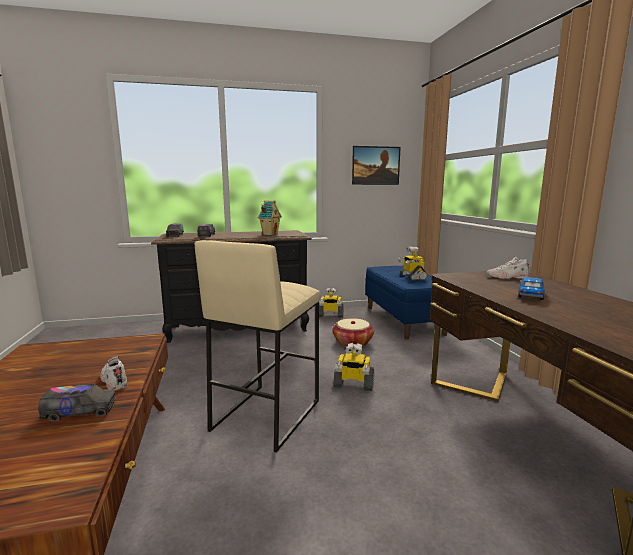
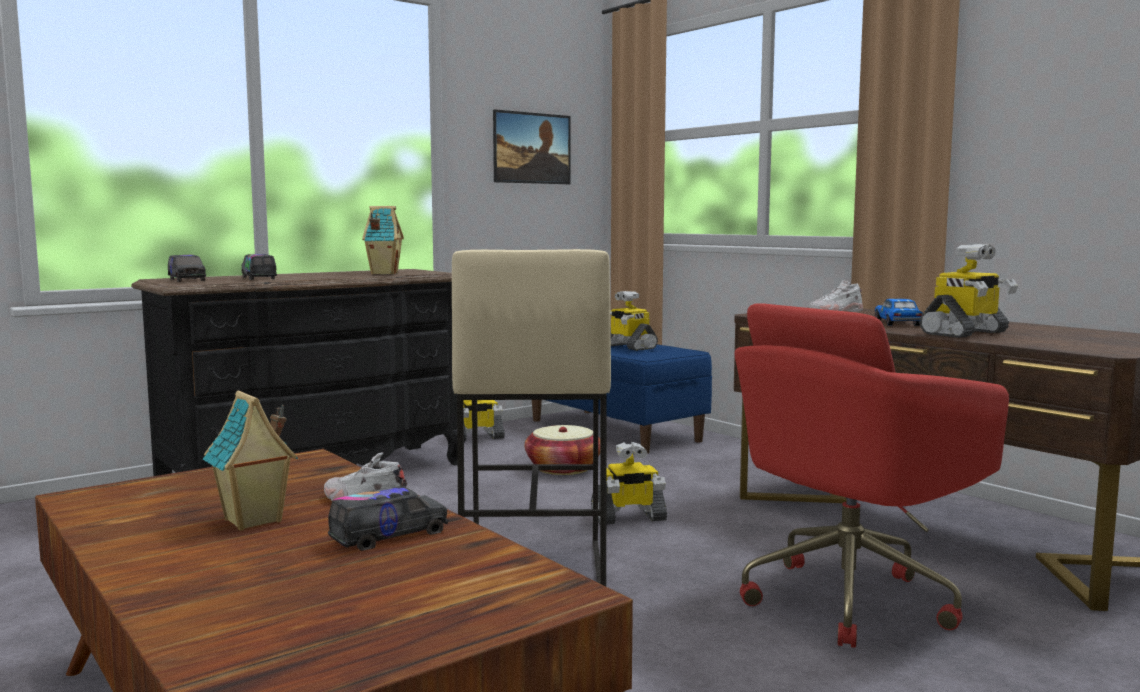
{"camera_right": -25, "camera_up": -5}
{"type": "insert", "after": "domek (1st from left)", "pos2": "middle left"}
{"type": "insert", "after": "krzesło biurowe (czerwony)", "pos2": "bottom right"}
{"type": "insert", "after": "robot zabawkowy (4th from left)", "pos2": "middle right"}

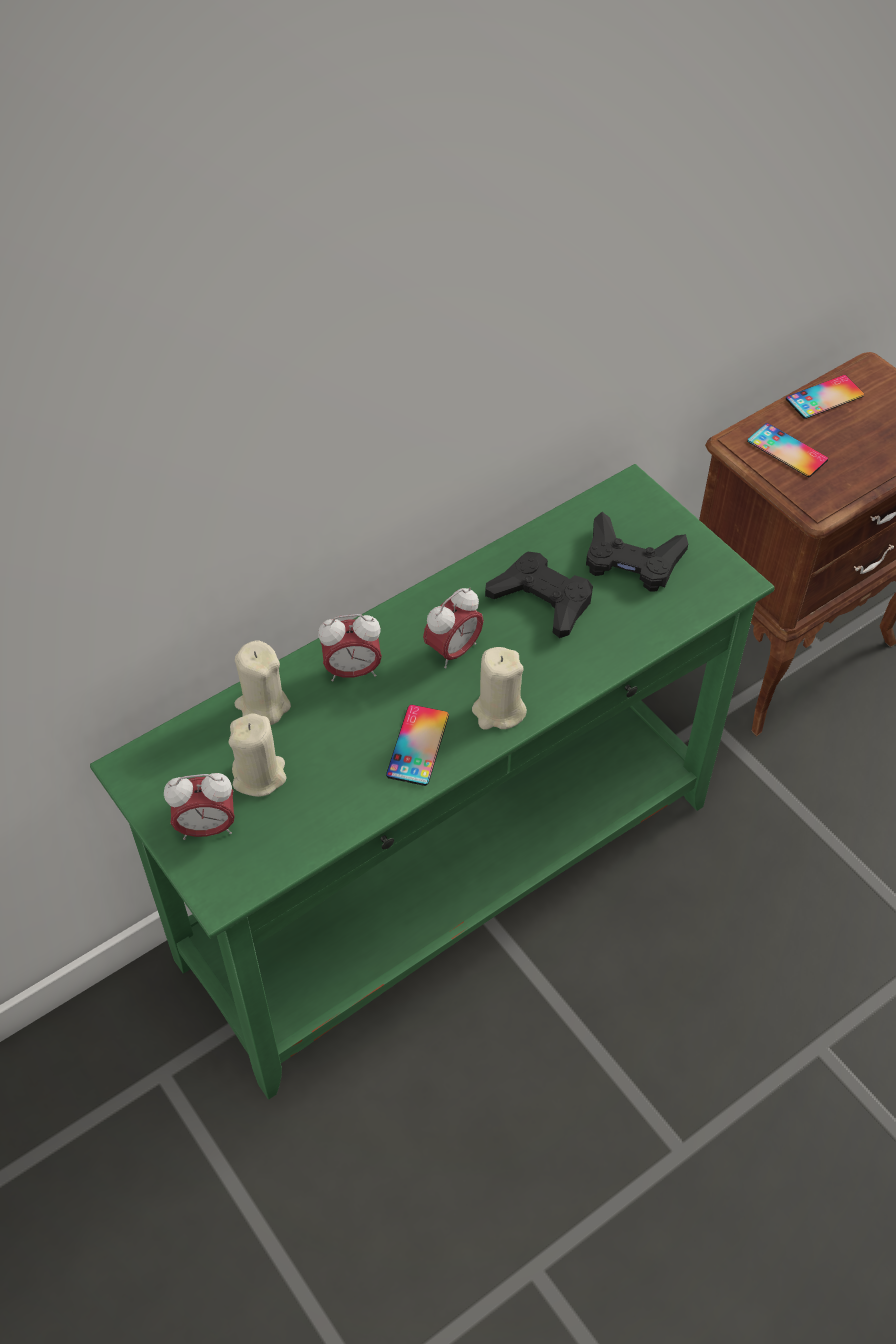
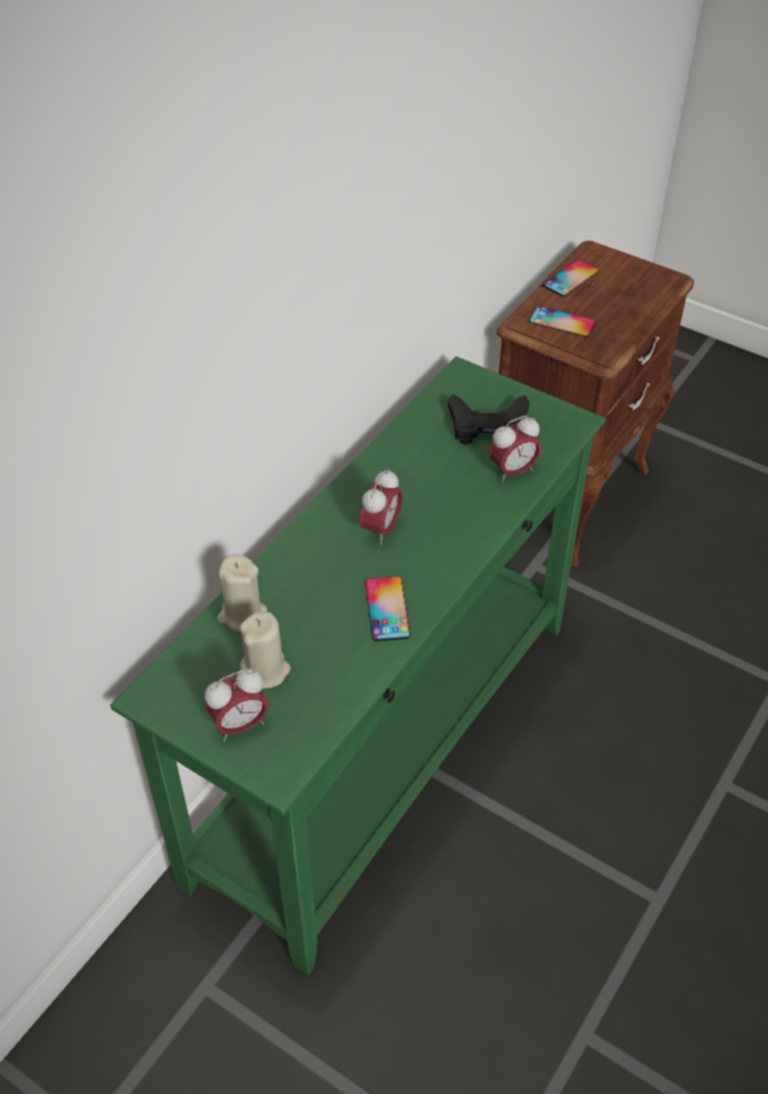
{"camera_right": -20, "camera_up": -5}
{"type": "delete", "before": "świeca (beżowy) (3rd from left)", "pos1": "centre"}
{"type": "delete", "before": "pad do gier (czarny) (1st from left)", "pos1": "centre"}
{"type": "move", "before": "budzik (2nd from left in the first image)", "after": "budzik (3rd from left)", "pos1": "centre", "pos2": "middle right"}

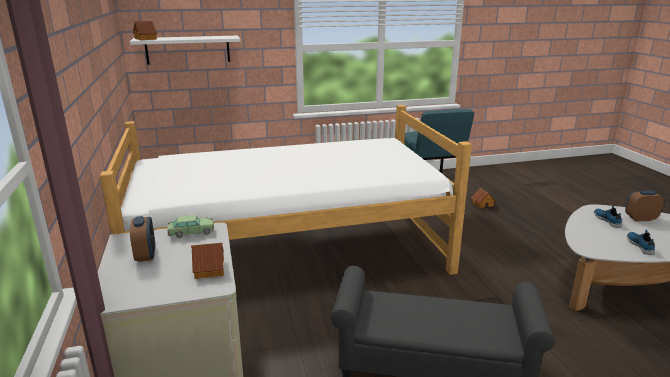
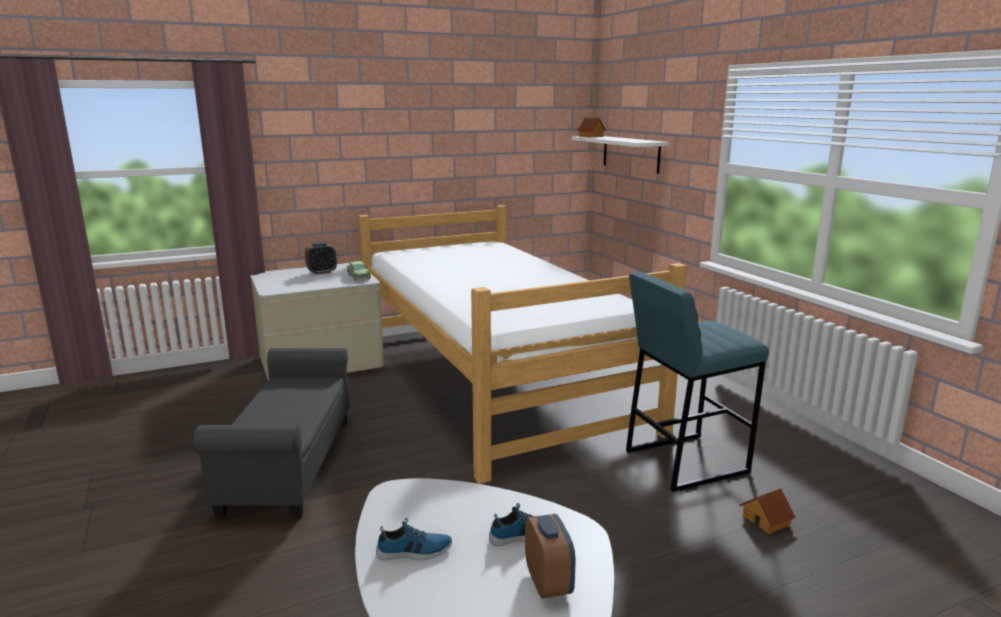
{"camera_right": 80, "camera_up": -5}
{"type": "delete", "before": "domek (2nd from left)", "pos1": "bottom left"}

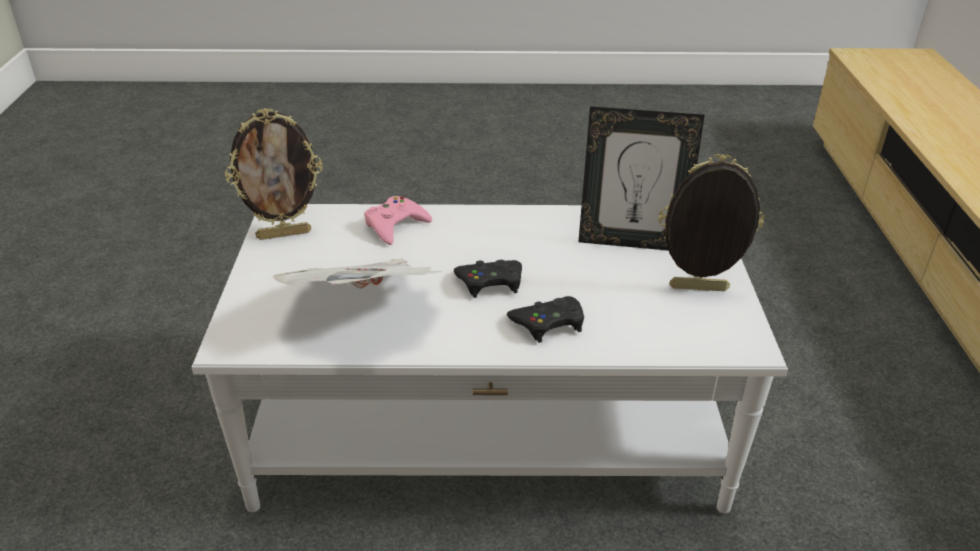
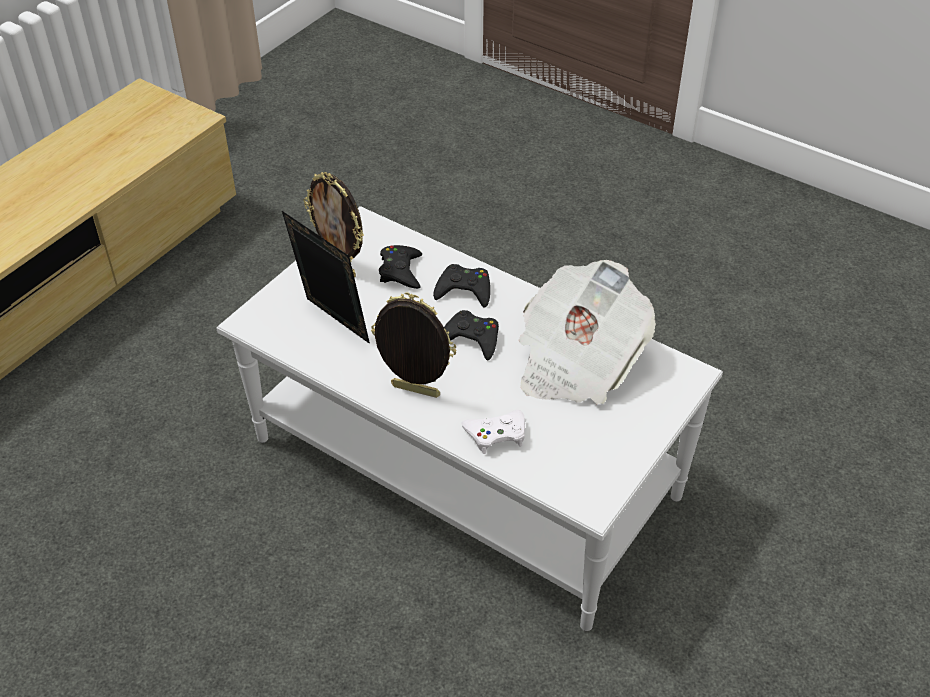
{"camera_right": -145, "camera_up": 10}
{"type": "insert", "after": "pad do gier (czarny) (1st from left)", "pos2": "centre"}
{"type": "move", "before": "ramka na zdjęcie (1st from left in the first image)", "after": "ramka na zdjęcie (3rd from left)", "pos1": "top left", "pos2": "centre"}
{"type": "recolor", "before": "pad do gier (różowy)", "after": "pad do gier (biały)", "pos1": "centre", "pos2": "centre"}

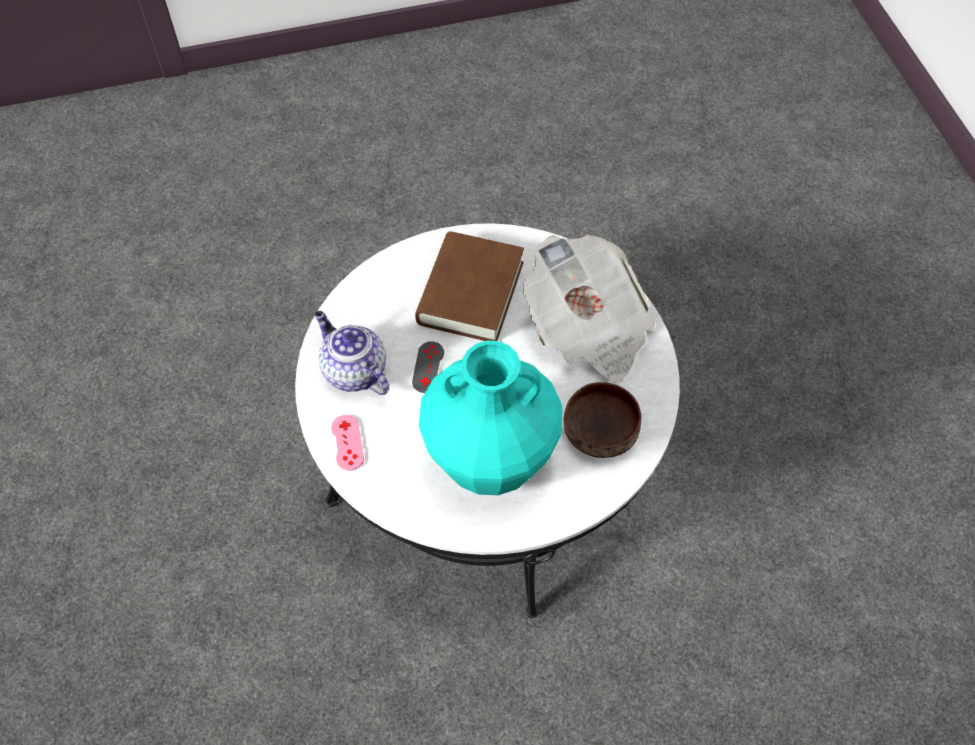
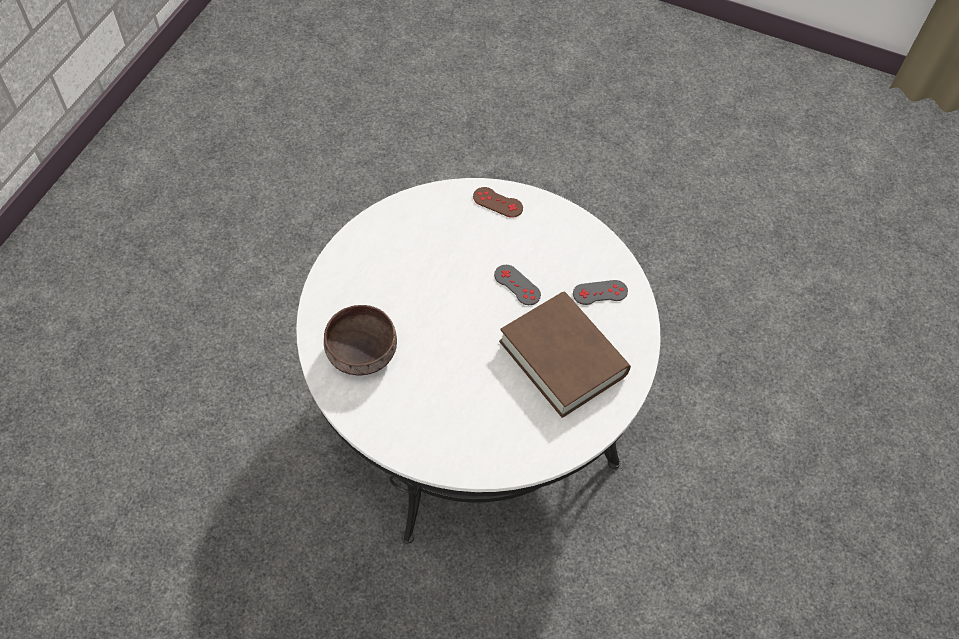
{"camera_right": 125, "camera_up": 0}
{"type": "delete", "before": "imbryk", "pos1": "centre"}
{"type": "delete", "before": "wazon (turkusowy)", "pos1": "centre"}
{"type": "delete", "before": "gazeta", "pos1": "centre"}
{"type": "insert", "after": "pad do gier (szary) (2nd from left)", "pos2": "centre"}
{"type": "recolor", "before": "pad do gier (różowy)", "after": "pad do gier (brązowy)", "pos1": "centre", "pos2": "top centre"}

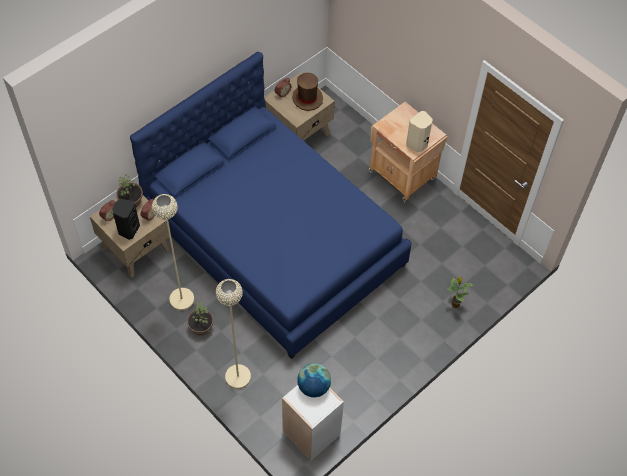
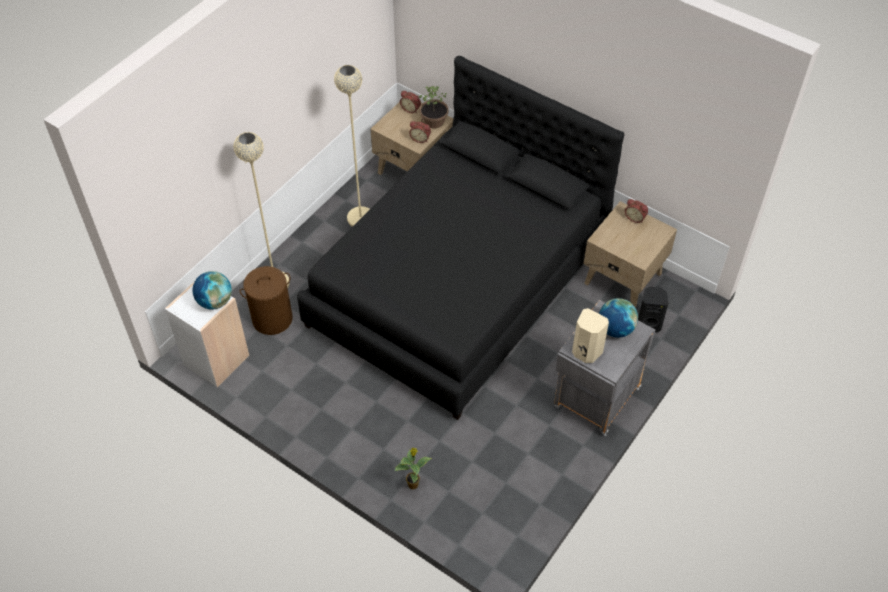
{"camera_right": 80, "camera_up": -5}
{"type": "delete", "before": "roślina doniczkowa (2nd from left)", "pos1": "bottom left"}
{"type": "delete", "before": "kapelusz (brązowy)", "pos1": "top centre"}
{"type": "insert", "after": "kosz na pranie (brązowy)", "pos2": "middle left"}
{"type": "insert", "after": "globus (2nd from left)", "pos2": "middle right"}
{"type": "move", "before": "głośnik (czarny)", "pos1": "middle left", "pos2": "middle right"}
{"type": "recolor", "before": "łóżko (niebieski)", "after": "łóżko (czarny)", "pos1": "centre", "pos2": "centre"}
{"type": "recolor", "before": "wózek (brązowy)", "after": "wózek (szary)", "pos1": "top centre", "pos2": "middle right"}

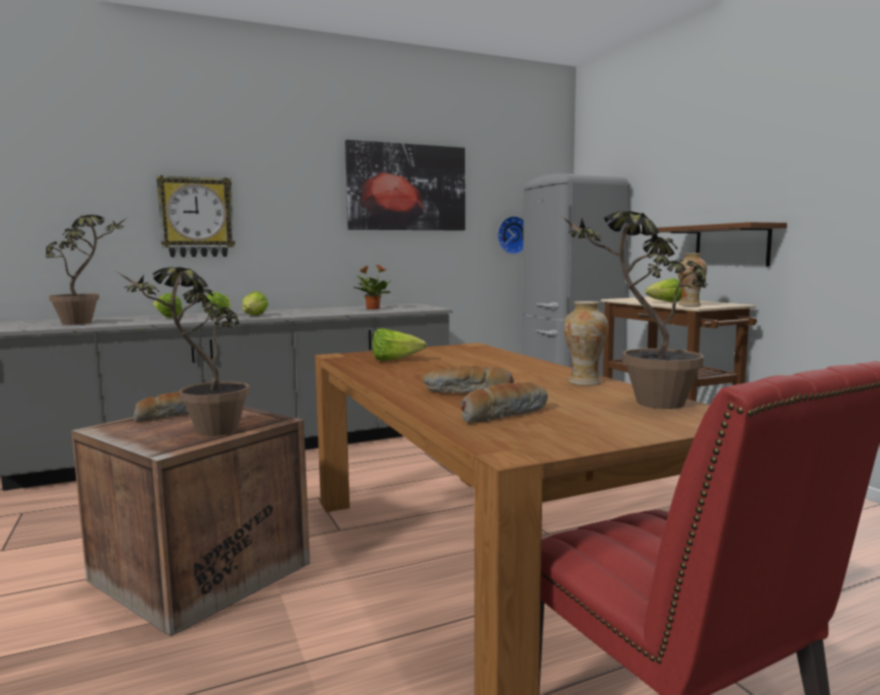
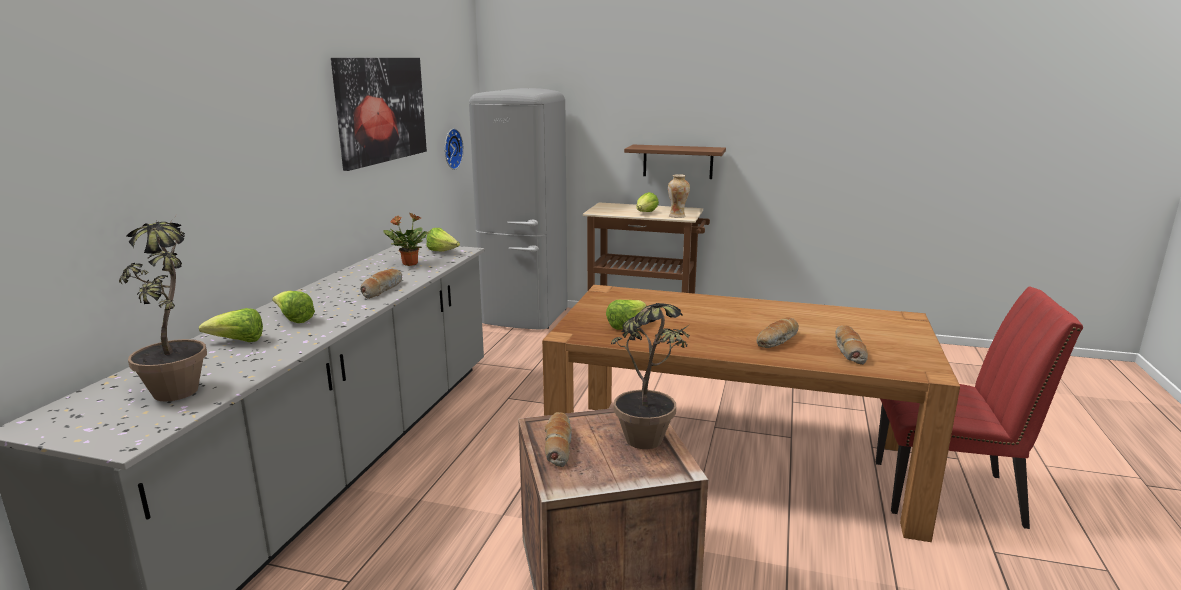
{"camera_right": -50, "camera_up": 10}
{"type": "delete", "before": "zegar ścienny (1st from left)", "pos1": "top left"}
{"type": "delete", "before": "roślina doniczkowa (4th from left)", "pos1": "middle right"}
{"type": "delete", "before": "wazon (1st from left)", "pos1": "centre"}
{"type": "insert", "after": "chleb (1st from left)", "pos2": "middle left"}
{"type": "move", "before": "sałata (3rd from left)", "pos1": "middle left", "pos2": "centre"}

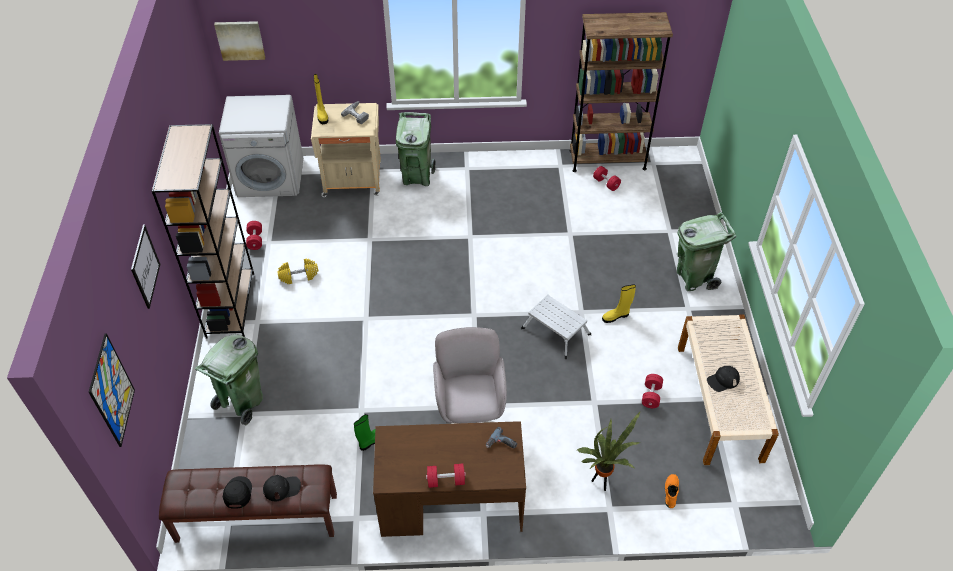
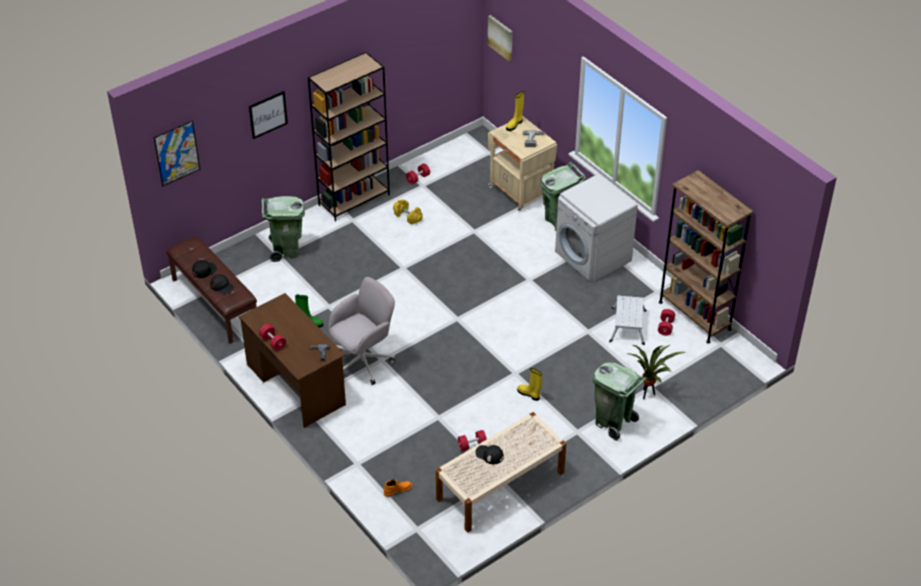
{"camera_right": 55, "camera_up": -5}
{"type": "move", "before": "pralka (biały)", "pos1": "top left", "pos2": "centre"}
{"type": "move", "before": "drabinka (biały)", "pos1": "centre", "pos2": "middle right"}
{"type": "move", "before": "roślina doniczkowa", "pos1": "bottom centre", "pos2": "middle right"}

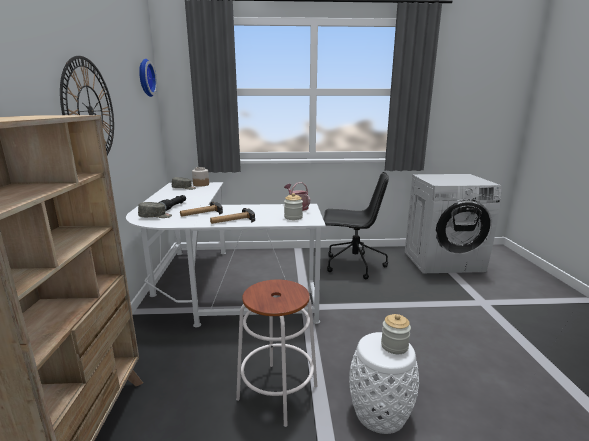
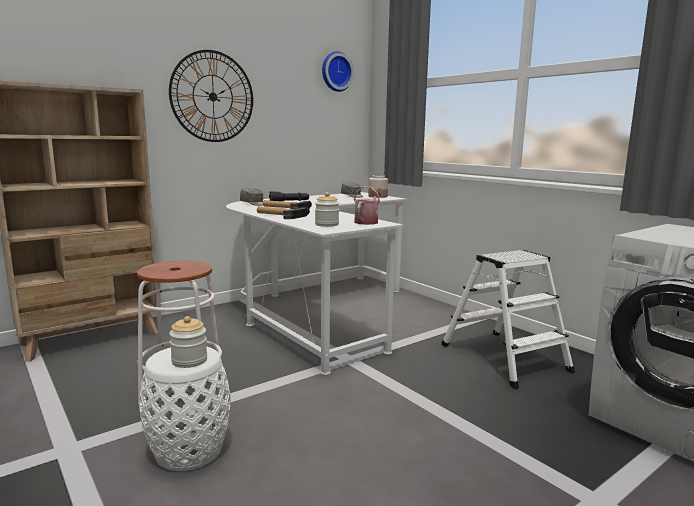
{"camera_right": 55, "camera_up": -5}
{"type": "replace", "before": "krzesło biurowe (czarny)", "after": "drabinka (biały)", "pos1": "centre", "pos2": "middle right"}

